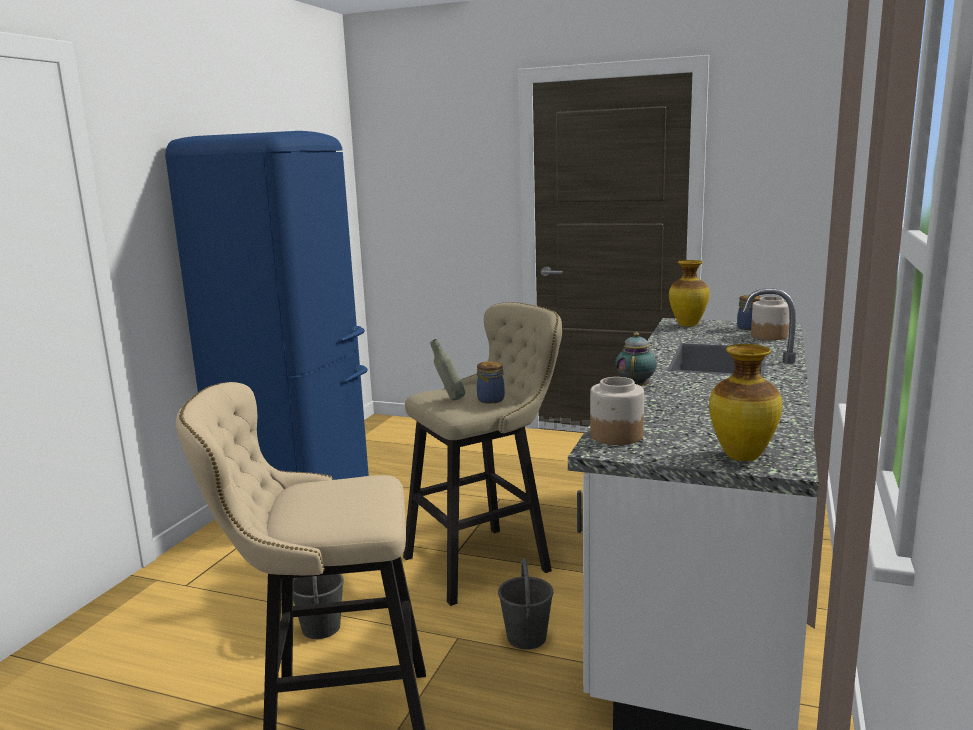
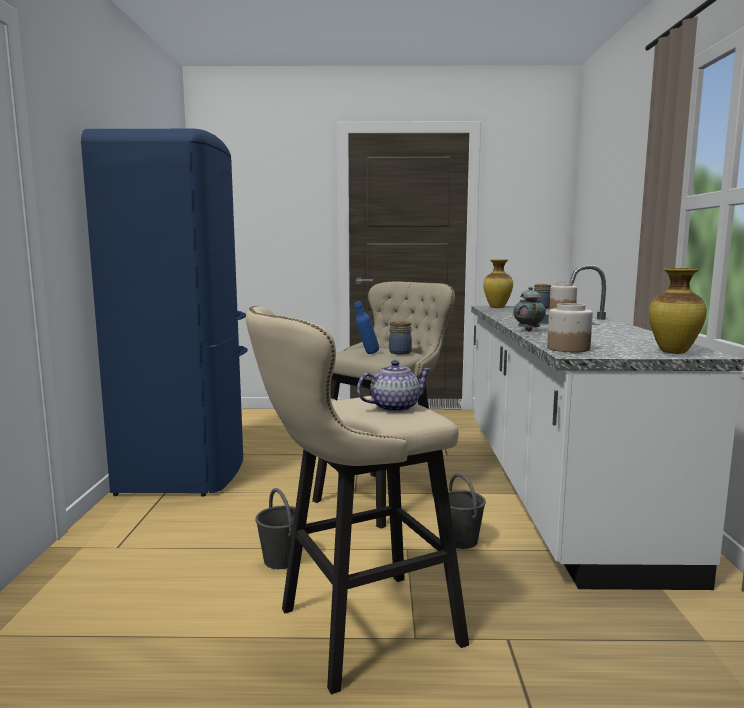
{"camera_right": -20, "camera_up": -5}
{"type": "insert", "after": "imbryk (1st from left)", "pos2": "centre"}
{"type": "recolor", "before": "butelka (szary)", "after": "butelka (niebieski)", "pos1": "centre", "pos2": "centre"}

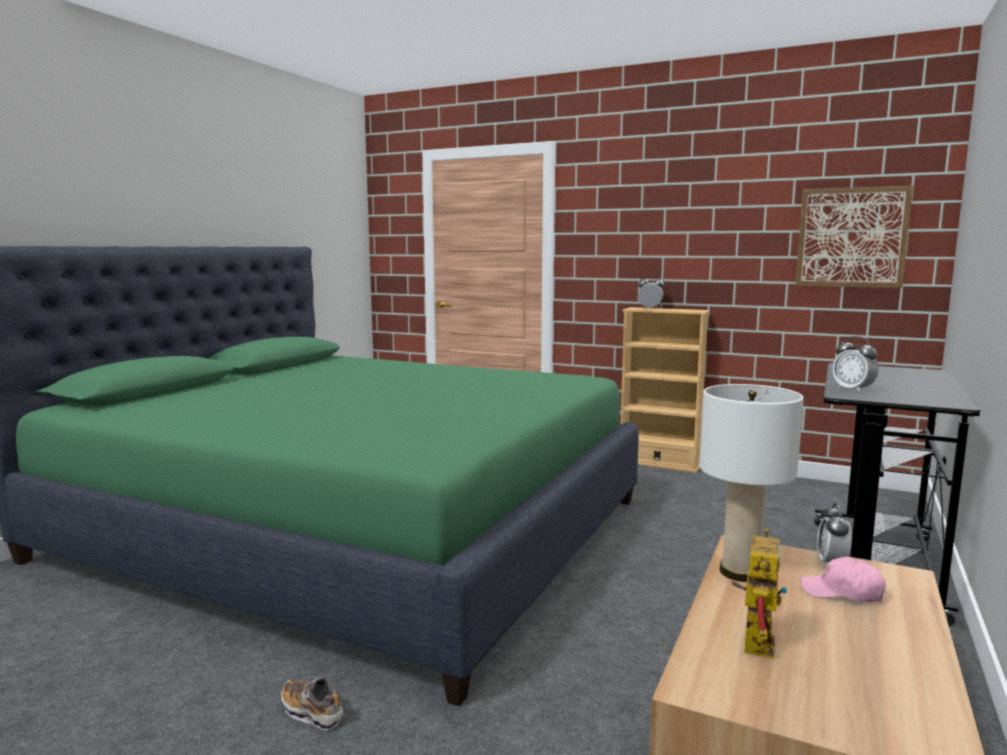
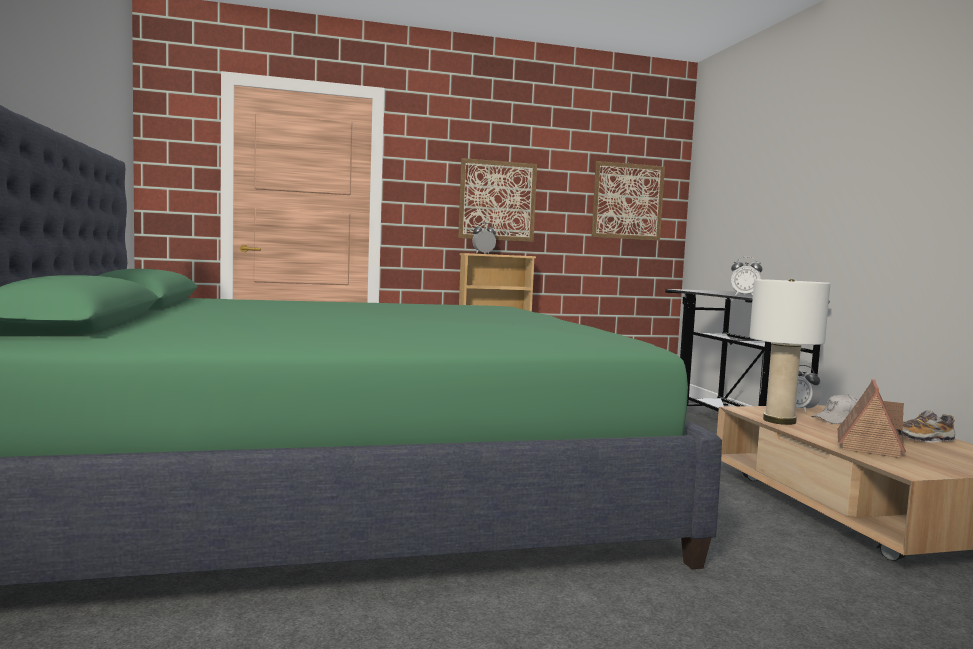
{"camera_right": -40, "camera_up": -5}
{"type": "insert", "after": "obraz (1st from left)", "pos2": "top centre"}
{"type": "move", "before": "but", "pos1": "bottom left", "pos2": "middle right"}
{"type": "replace", "before": "robot zabawkowy", "after": "domek", "pos1": "bottom right", "pos2": "middle right"}
{"type": "recolor", "before": "czapka z daszkiem (różowy)", "after": "czapka z daszkiem (biały)", "pos1": "bottom right", "pos2": "middle right"}

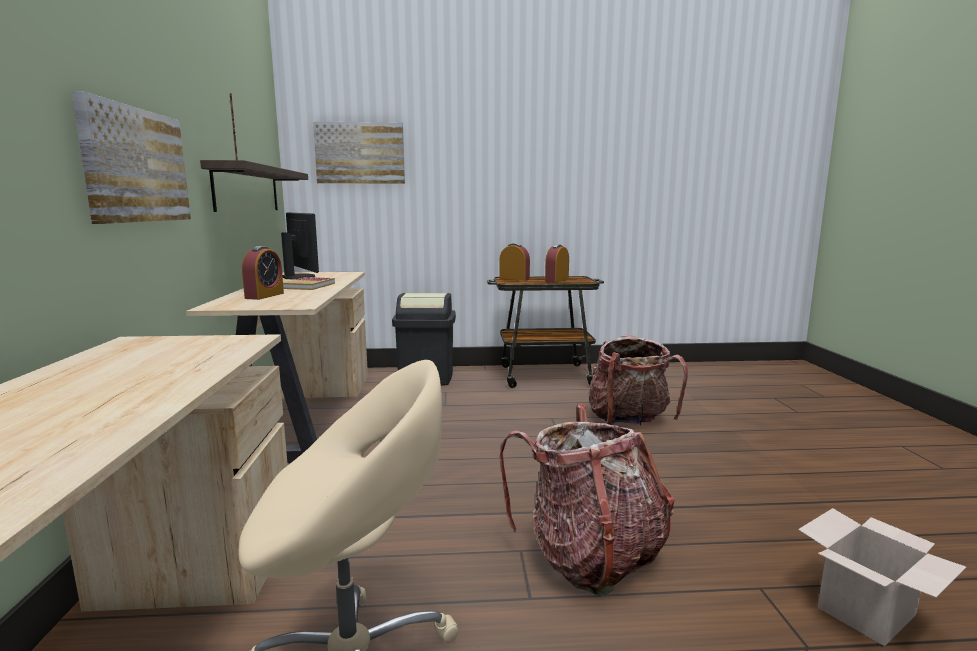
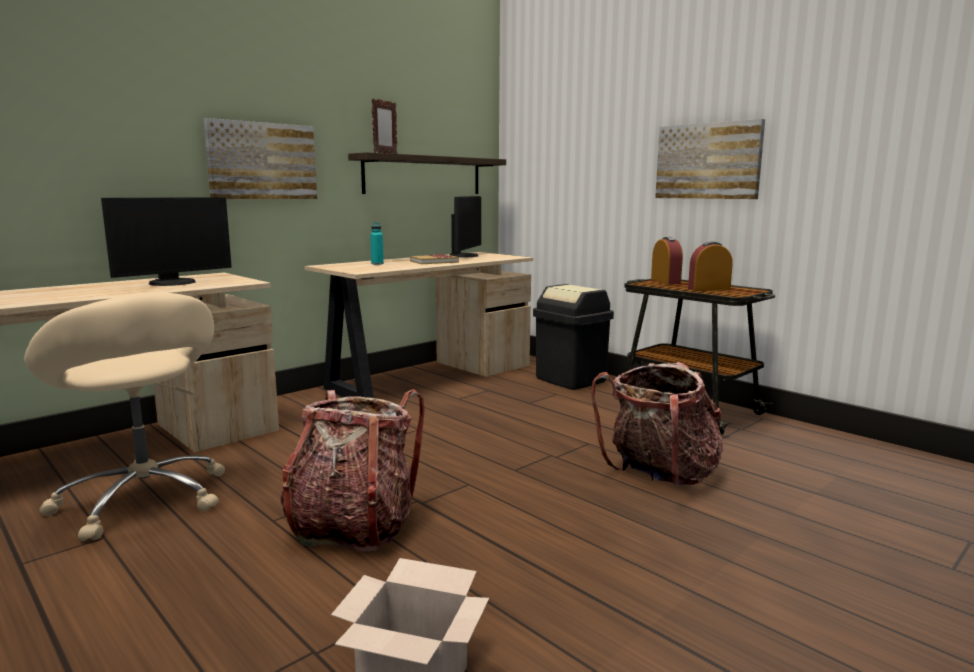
{"camera_right": 50, "camera_up": 0}
{"type": "insert", "after": "monitor (1st from left)", "pos2": "middle left"}
{"type": "move", "before": "obraz (2nd from left)", "pos1": "top centre", "pos2": "top right"}
{"type": "replace", "before": "budzik (1st from left)", "after": "butelka (turkusowy)", "pos1": "middle left", "pos2": "centre"}

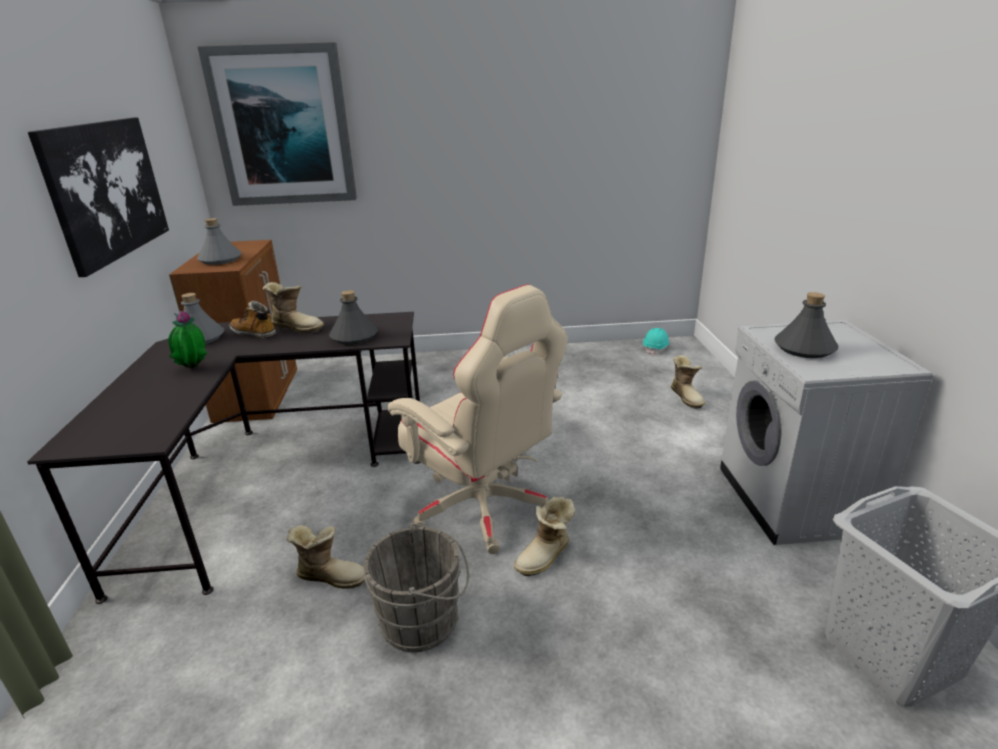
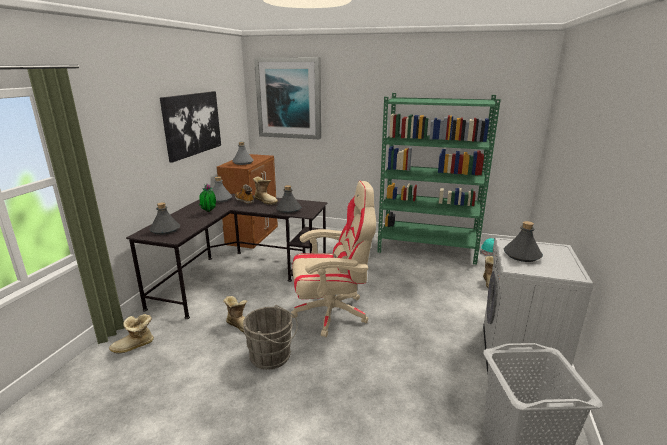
{"camera_right": 20, "camera_up": -5}
{"type": "insert", "after": "butelka (szary) (1st from left)", "pos2": "middle left"}
{"type": "insert", "after": "regał (zielony)", "pos2": "centre"}
{"type": "move", "before": "but z cholewką (4th from left in the first image)", "after": "but z cholewką (1st from left)", "pos1": "bottom centre", "pos2": "bottom left"}
{"type": "rotate", "before": "krzesło biurowe (beżowy)", "pos1": "centre", "pos2": "centre", "turn": -75}

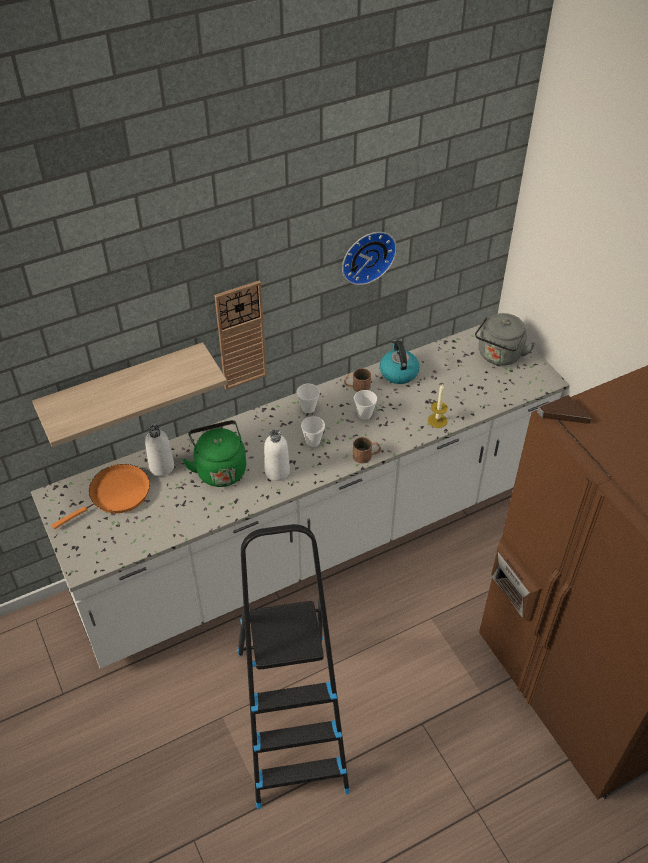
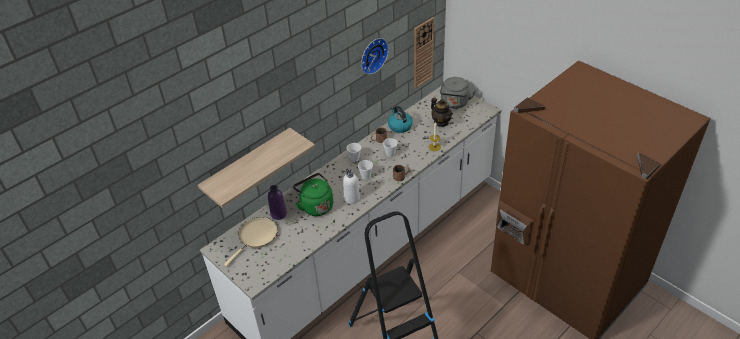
{"camera_right": -15, "camera_up": -5}
{"type": "insert", "after": "imbryk", "pos2": "top centre"}
{"type": "move", "before": "zegar ścienny (1st from left in the first image)", "after": "zegar ścienny (2nd from left)", "pos1": "centre", "pos2": "top centre"}
{"type": "recolor", "before": "patelnia (pomarańczowy)", "after": "patelnia (beżowy)", "pos1": "middle left", "pos2": "bottom centre"}
{"type": "recolor", "before": "butelka (biały) (1st from left)", "after": "butelka (fioletowy)", "pos1": "middle left", "pos2": "centre"}

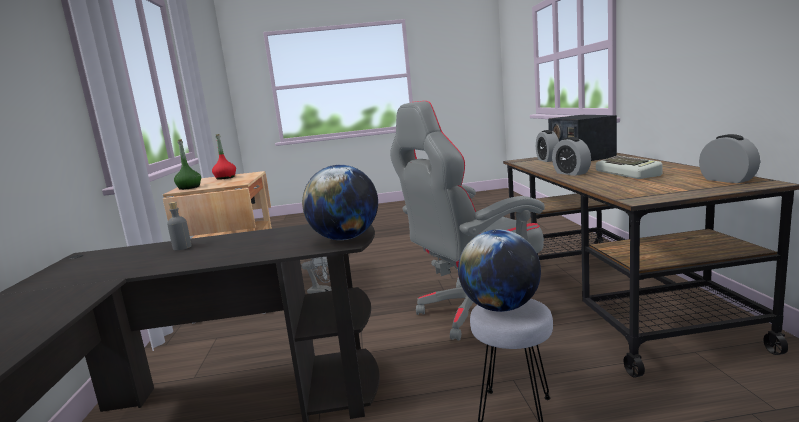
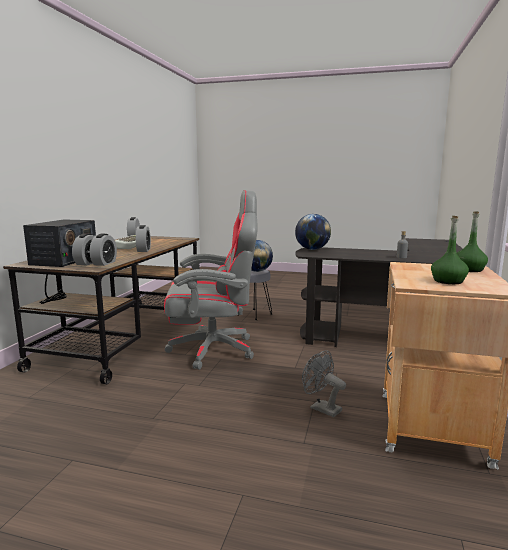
{"camera_right": -160, "camera_up": 0}
{"type": "insert", "after": "budzik (2nd from left)", "pos2": "middle left"}
{"type": "recolor", "before": "butelka (czerwony)", "after": "butelka (zielony) (1st from left)", "pos1": "middle left", "pos2": "middle right"}

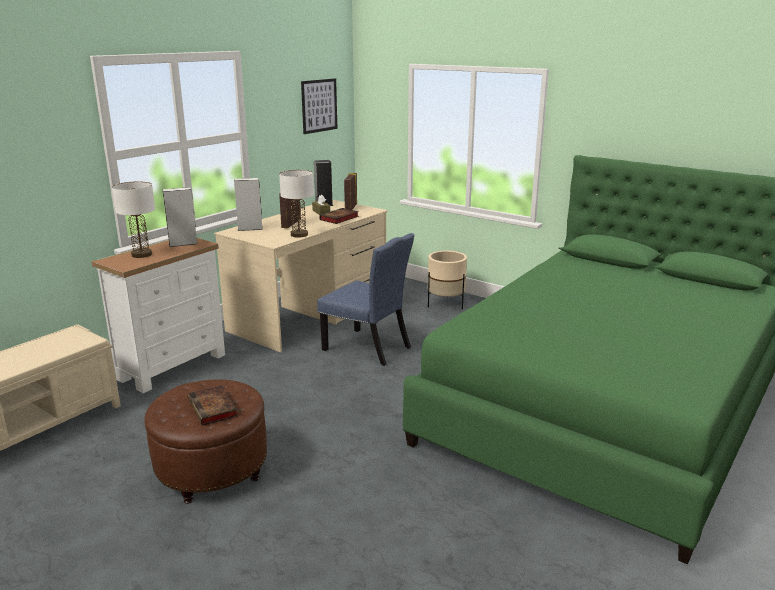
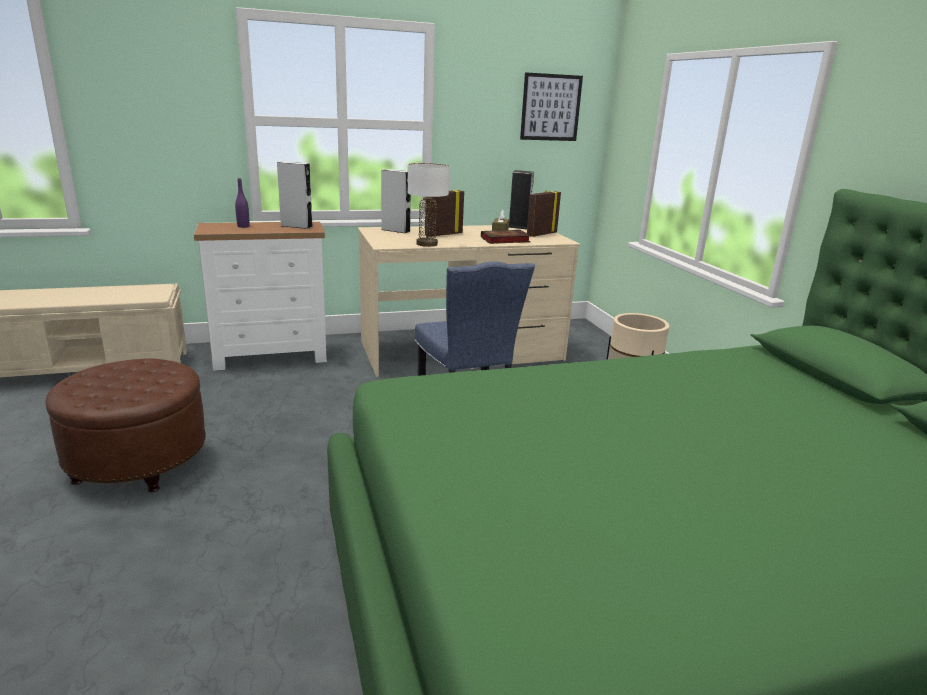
{"camera_right": 35, "camera_up": 0}
{"type": "delete", "before": "książka (1st from left)", "pos1": "bottom left"}
{"type": "replace", "before": "lampa stołowa (1st from left)", "after": "butelka (fioletowy)", "pos1": "middle left", "pos2": "top left"}

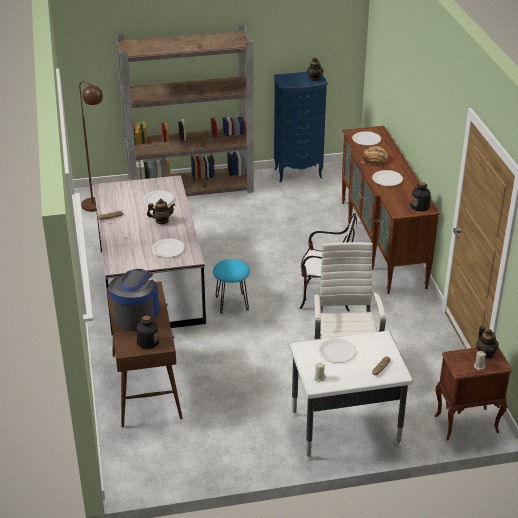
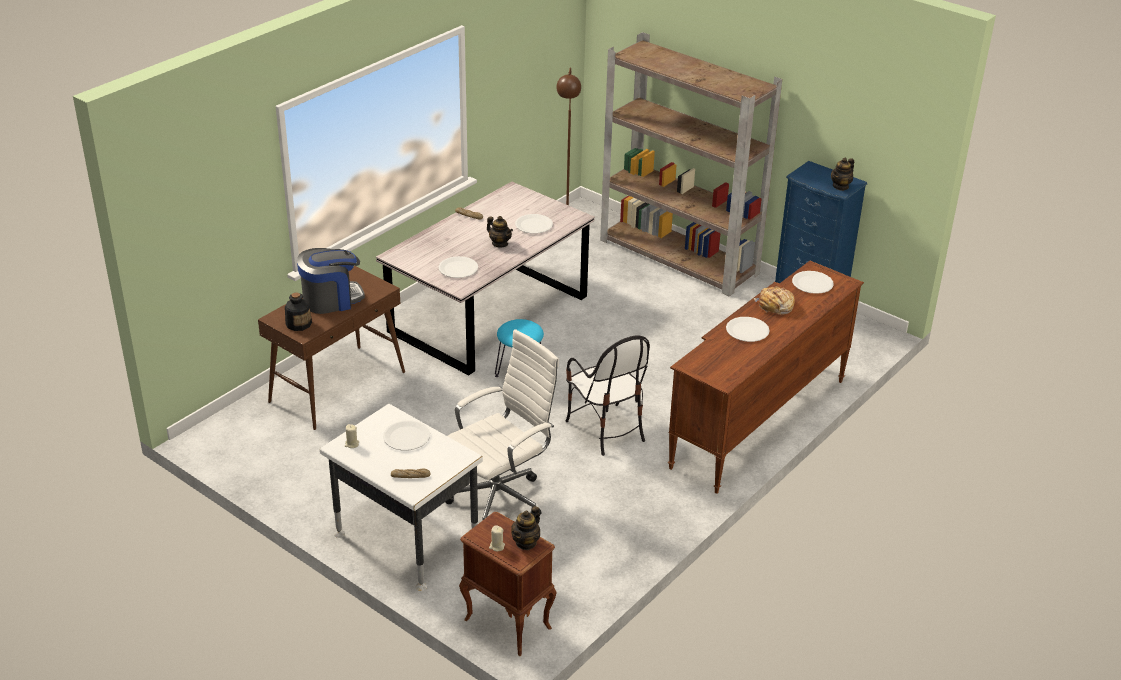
{"camera_right": 50, "camera_up": 0}
{"type": "delete", "before": "butelka (2nd from left)", "pos1": "middle right"}

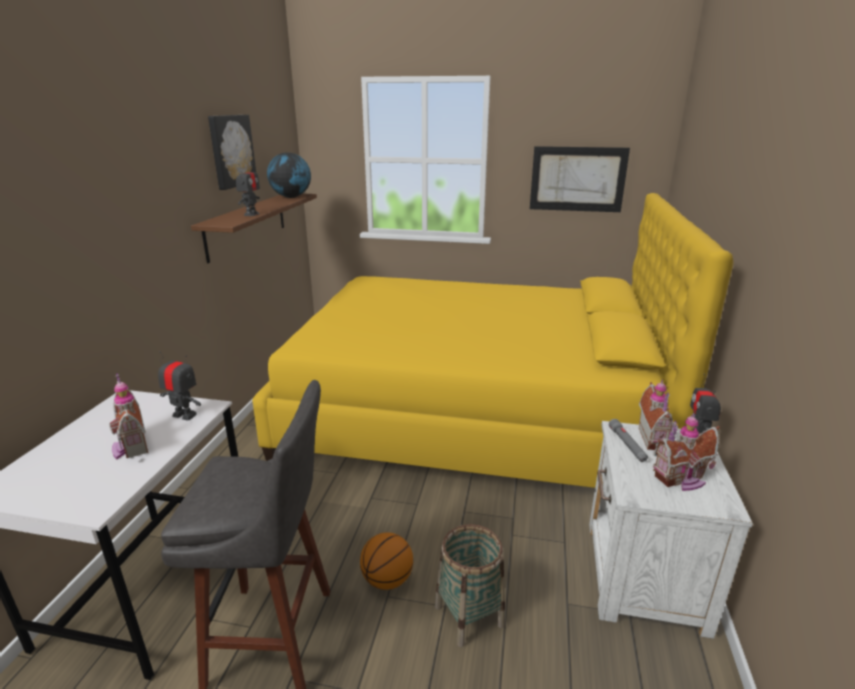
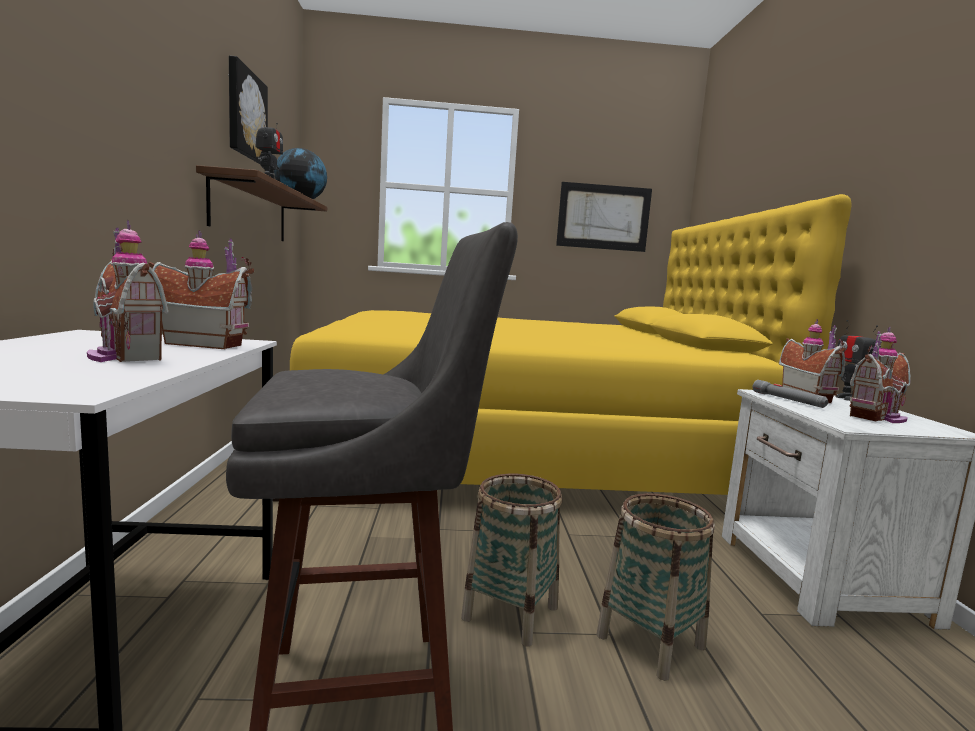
{"camera_right": -15, "camera_up": -15}
{"type": "replace", "before": "robot zabawkowy (1st from left)", "after": "domek (2nd from left)", "pos1": "middle left", "pos2": "middle left"}
{"type": "replace", "before": "piłka do koszykówki", "after": "koszyk (1st from left)", "pos1": "bottom centre", "pos2": "bottom centre"}

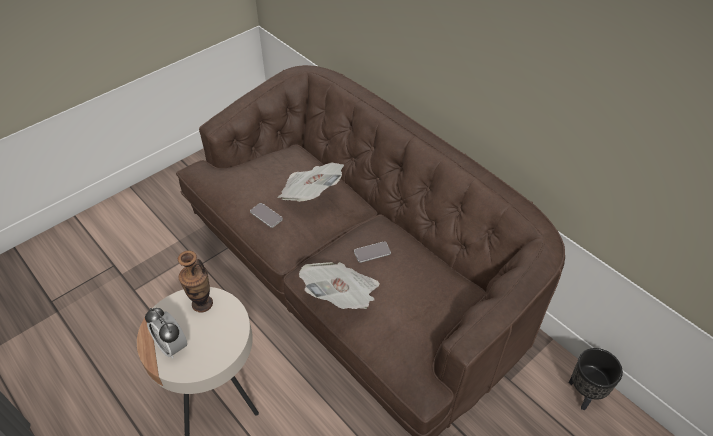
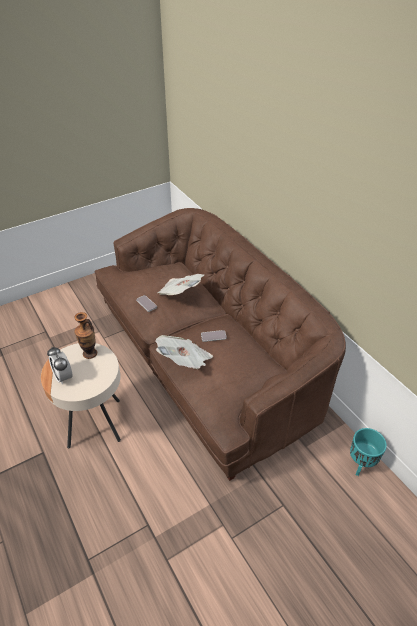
{"camera_right": 10, "camera_up": -5}
{"type": "recolor", "before": "donica (czarny)", "after": "donica (turkusowy)", "pos1": "bottom right", "pos2": "bottom right"}

